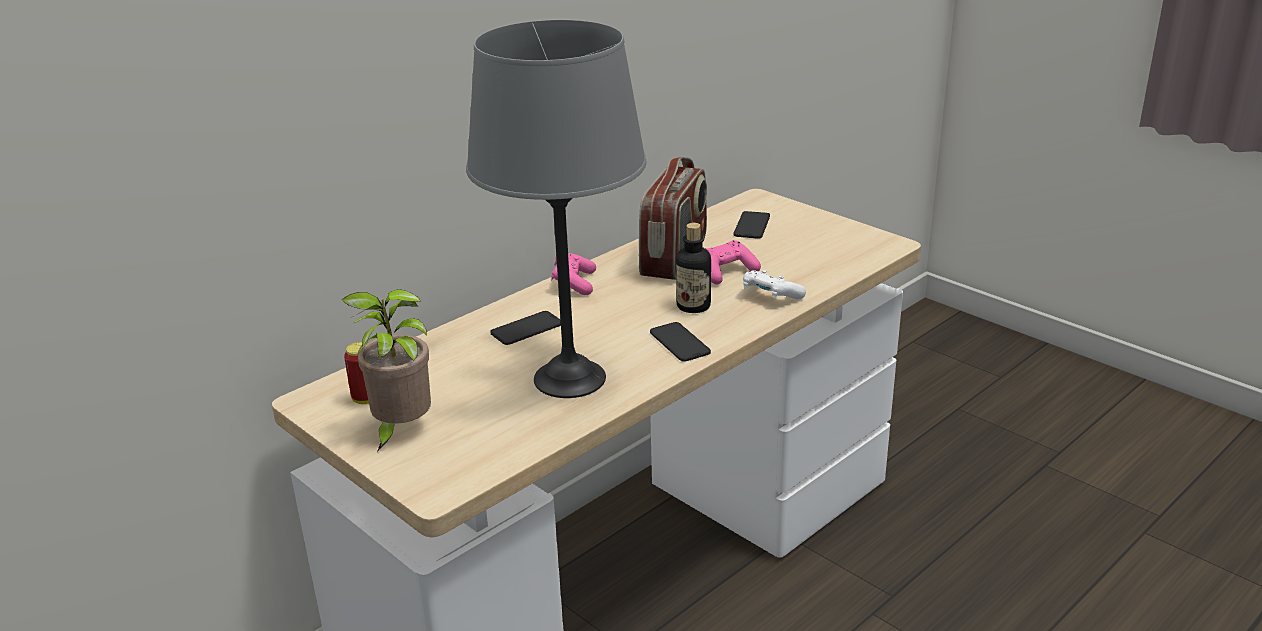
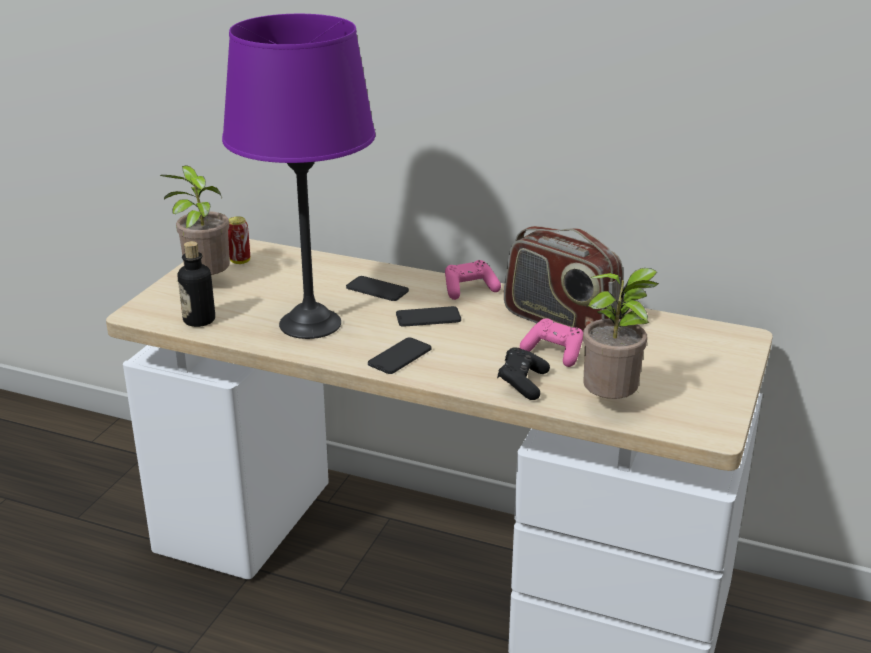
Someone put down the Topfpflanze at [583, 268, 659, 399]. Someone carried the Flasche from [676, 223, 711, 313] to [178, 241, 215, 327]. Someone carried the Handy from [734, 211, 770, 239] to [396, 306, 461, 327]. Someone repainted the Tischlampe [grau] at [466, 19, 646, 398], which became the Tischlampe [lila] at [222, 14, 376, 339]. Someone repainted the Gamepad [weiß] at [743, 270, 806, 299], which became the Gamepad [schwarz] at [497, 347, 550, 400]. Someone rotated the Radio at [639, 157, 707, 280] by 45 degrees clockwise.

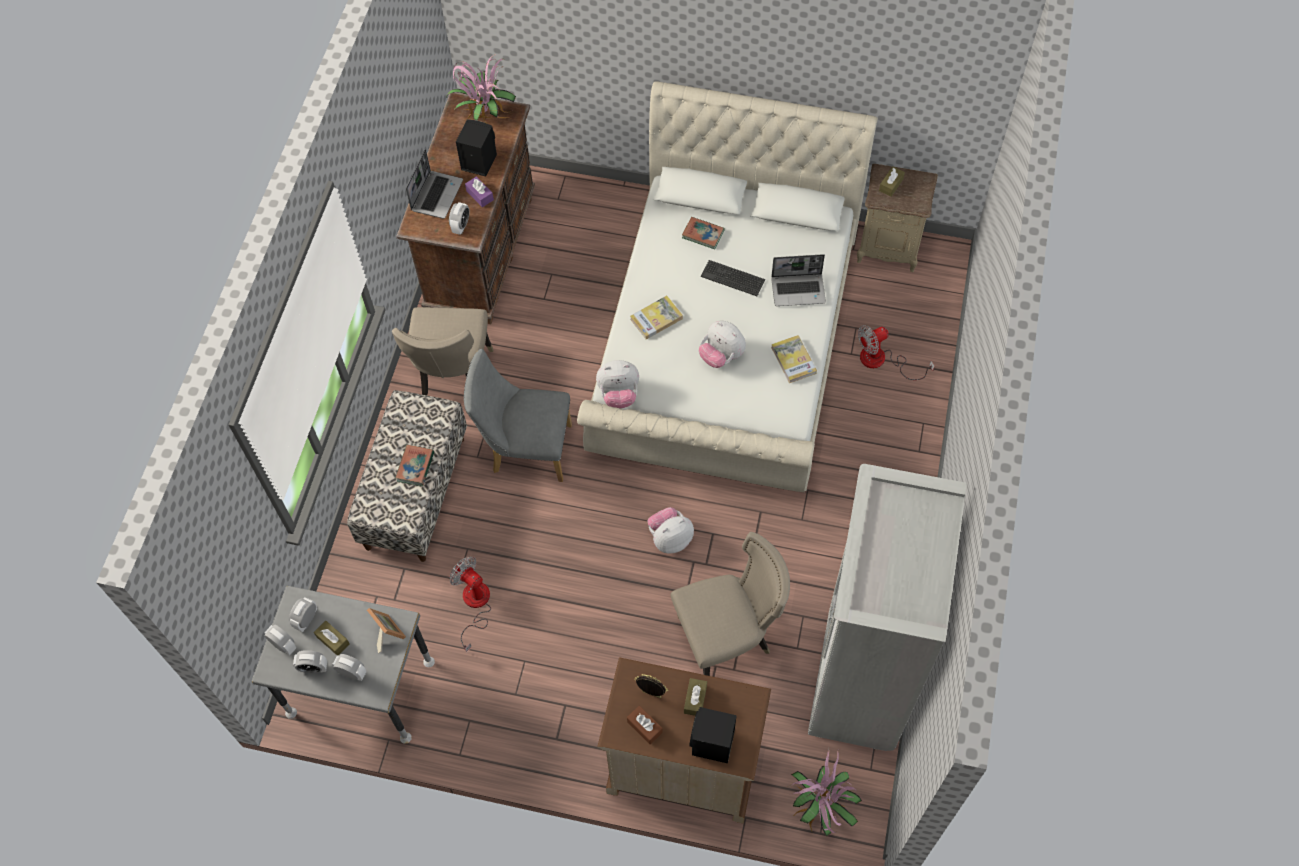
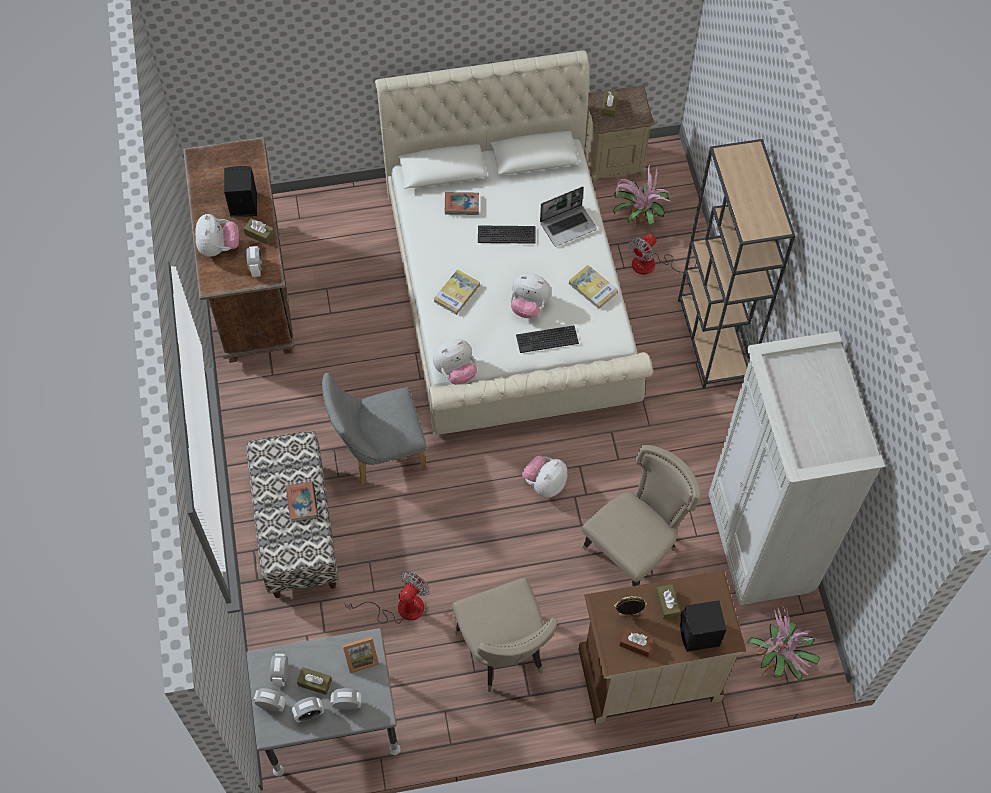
Someone put down the Tastatur at [516, 325, 579, 353]. Someone put down the Bücherregal at [678, 139, 795, 389]. Someone carried the Stuhl [beige] from [392, 307, 493, 395] to [452, 578, 558, 692]. Someone carried the Topfpflanze from [446, 54, 516, 123] to [613, 164, 674, 230]. Someone swapped the Laptop at [406, 149, 463, 219] for the Plüschtier at [195, 214, 239, 257]. Someone repainted the Taschentuchbox [lila] at [465, 176, 494, 207], which became the Taschentuchbox [braun] at [243, 218, 275, 245]. Someone rotated the Bilderrahmen at [367, 608, 406, 653] by 135 degrees clockwise. Someone rotated the Ventilator at [449, 556, 491, 652] by 105 degrees clockwise.

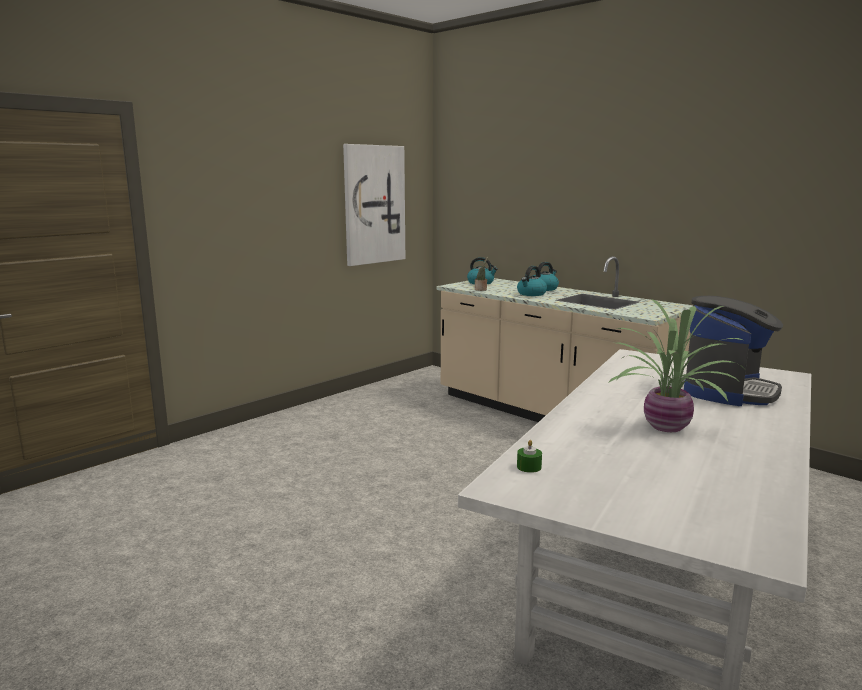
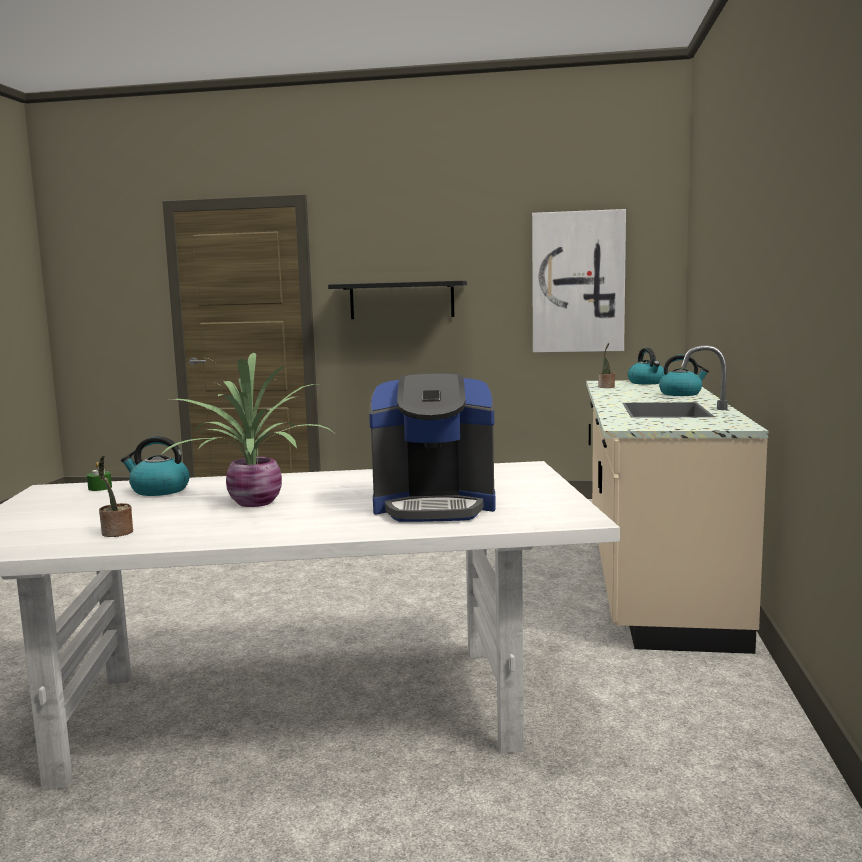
Someone put down the Topfpflanze at [98, 455, 133, 537]. Someone put up the Wandregal [schwarz] at [328, 281, 467, 319]. Someone carried the Wasserkessel from [517, 266, 547, 296] to [121, 436, 190, 496].

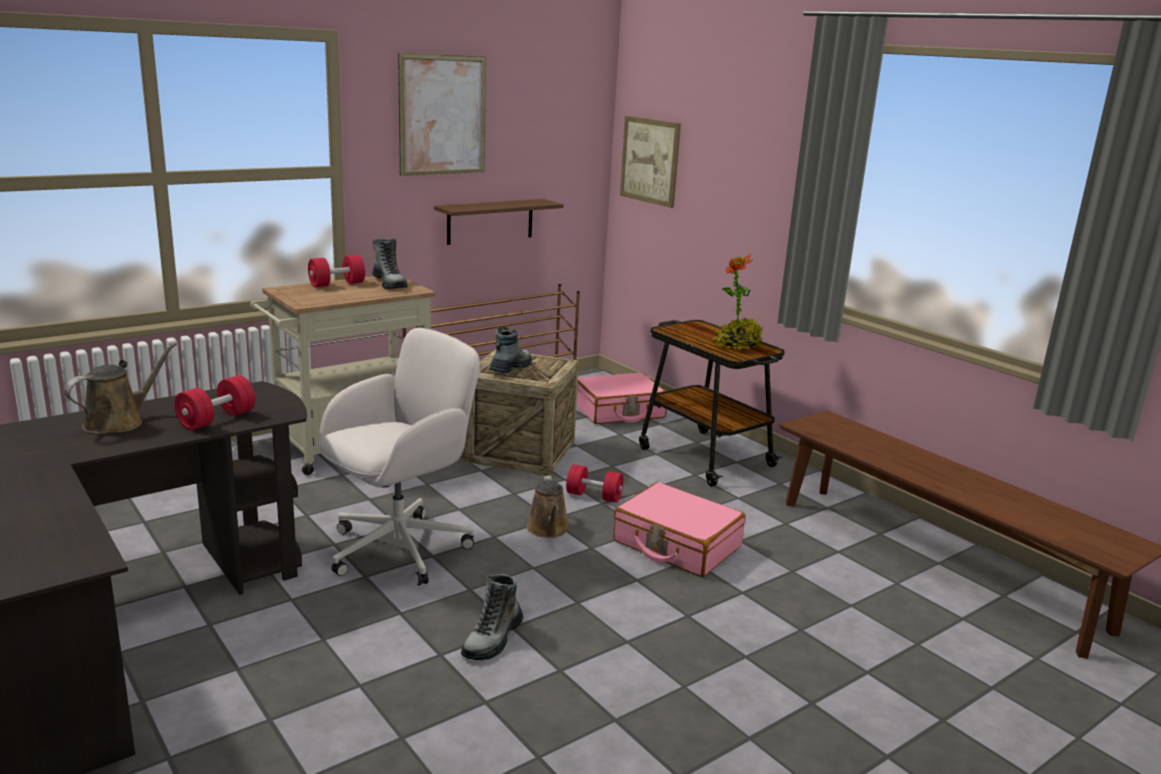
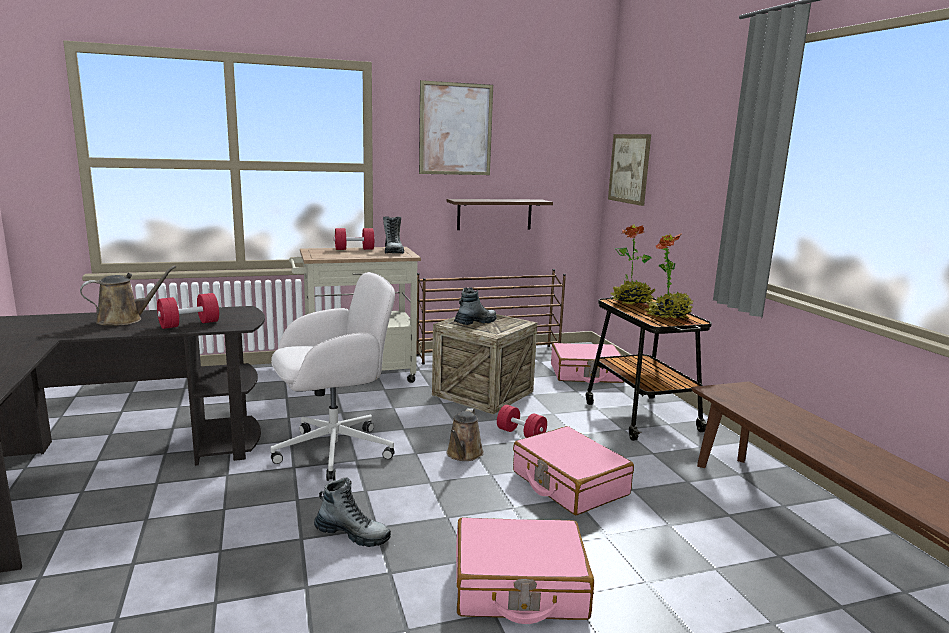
Someone put down the Koffer [rosa] at [456, 517, 594, 624]. Someone put down the Topfpflanze at [611, 224, 655, 305]. Someone rotated the Stiefel at [461, 574, 523, 660] by 120 degrees counterclockwise.

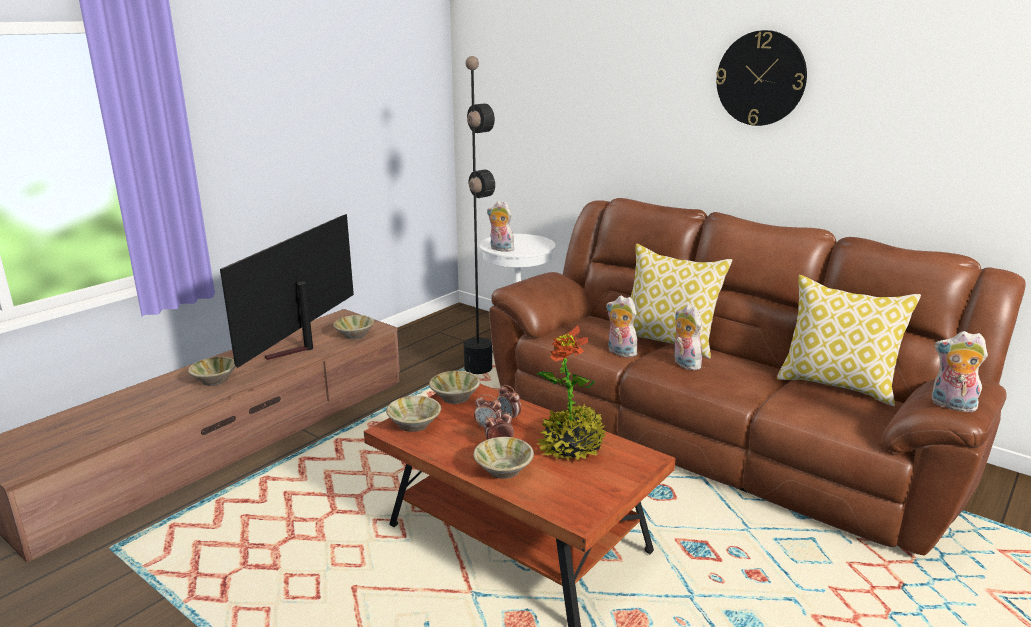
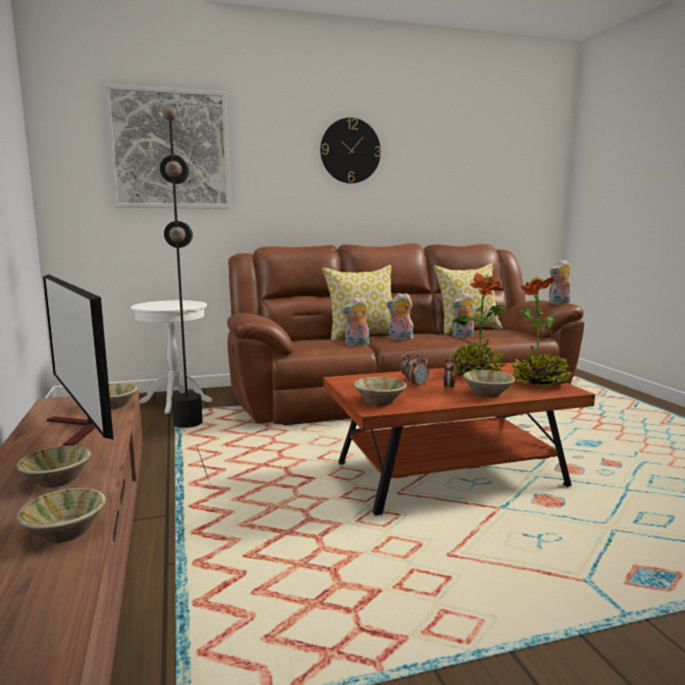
Someone put up the Bild at [104, 84, 231, 209]. Someone put down the Topfpflanze at [512, 276, 574, 388]. Someone carried the Schüssel [beige] from [429, 371, 480, 404] to [16, 488, 106, 543]. Someone carried the Plüschtier from [487, 201, 516, 252] to [452, 292, 474, 338].

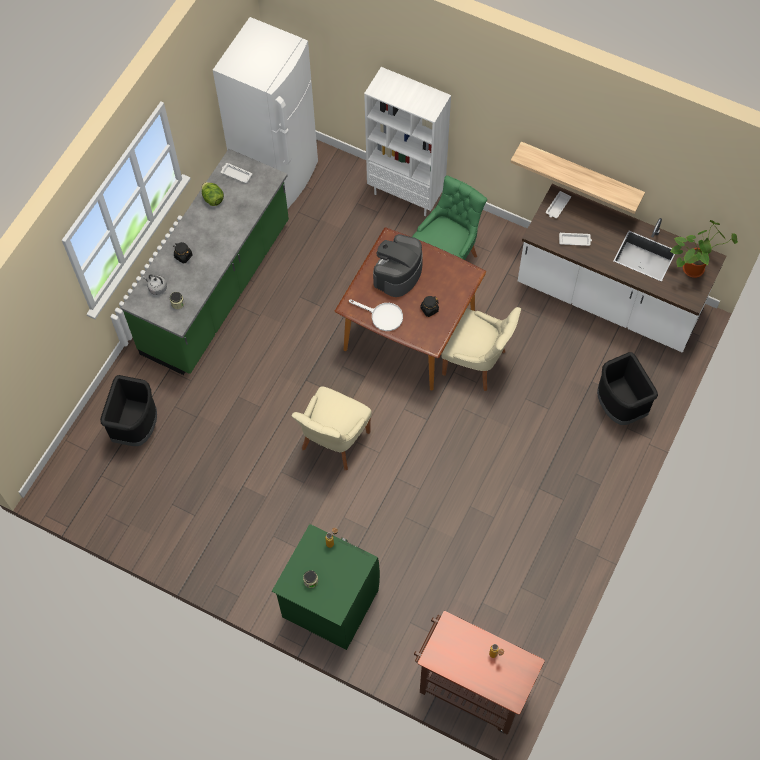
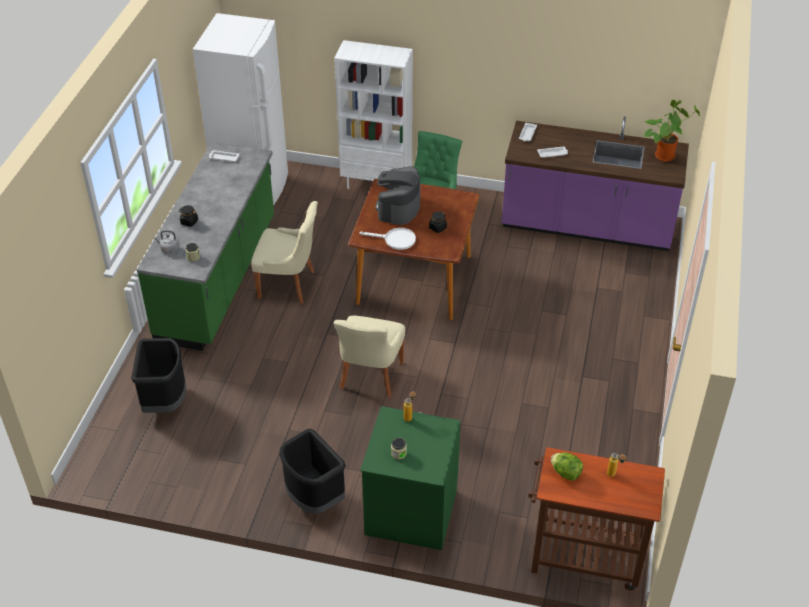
Someone took away the Wandregal at [510, 141, 645, 214]. Someone carried the Salatkopf from [202, 182, 224, 206] to [551, 452, 583, 481]. Someone carried the Stuhl [beige] from [441, 307, 521, 391] to [251, 201, 318, 304]. Someone carried the Mülleimer [schwarz] from [597, 352, 658, 425] to [280, 428, 346, 514]. Someone repainted the Küchenzeile [weiß] at [518, 184, 726, 353], which became the Küchenzeile [lila] at [502, 116, 689, 251].

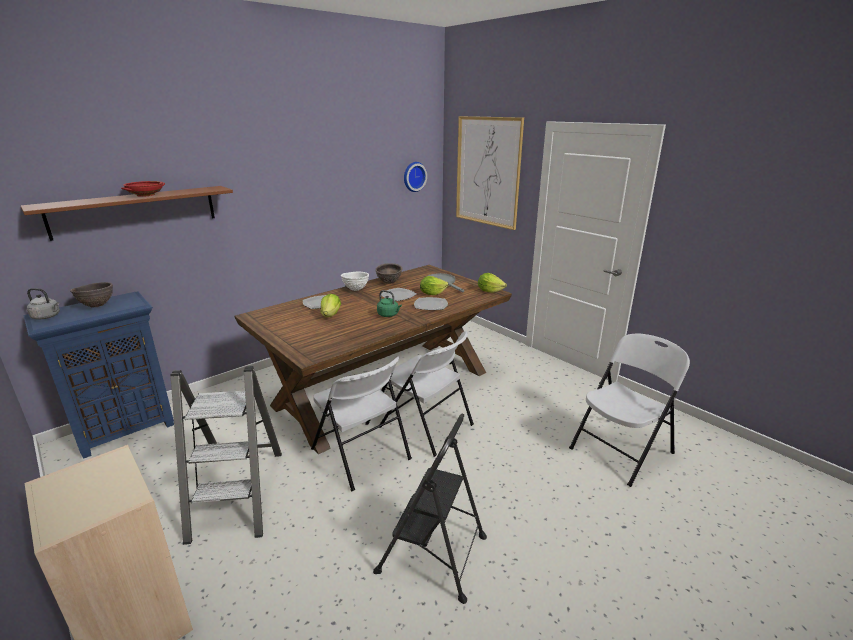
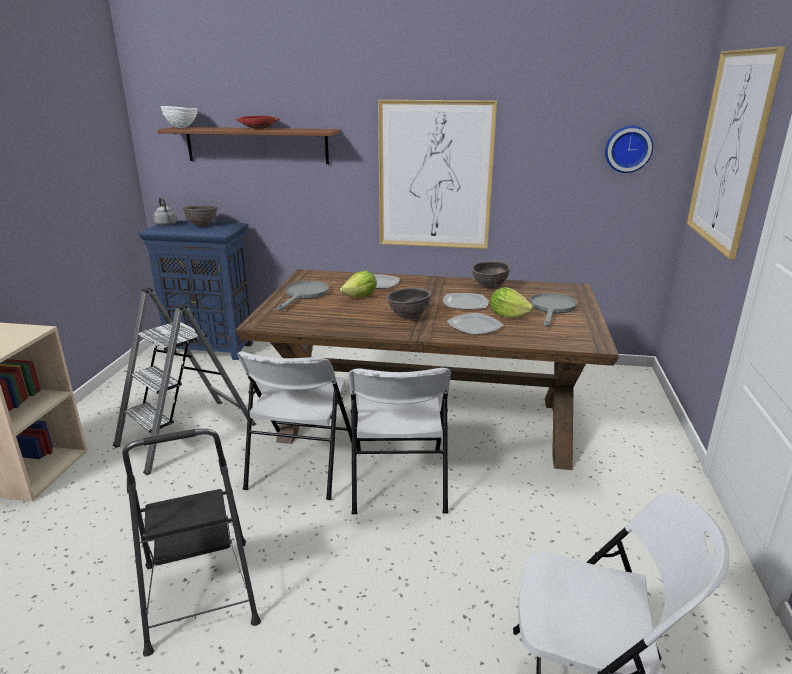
Someone took away the Salatkopf at [478, 273, 507, 293]. Someone put down the Pfanne [grau] at [277, 281, 329, 311]. Someone put up the Bild at [378, 100, 497, 249]. Someone carried the Schüssel [weiß] from [341, 272, 369, 291] to [161, 106, 198, 128]. Someone swapped the Wasserkessel [grün] at [377, 290, 402, 317] for the Schüssel [braun] at [387, 288, 431, 320].

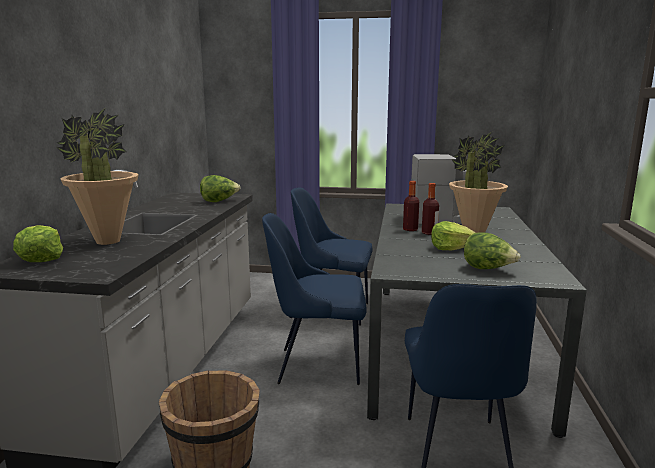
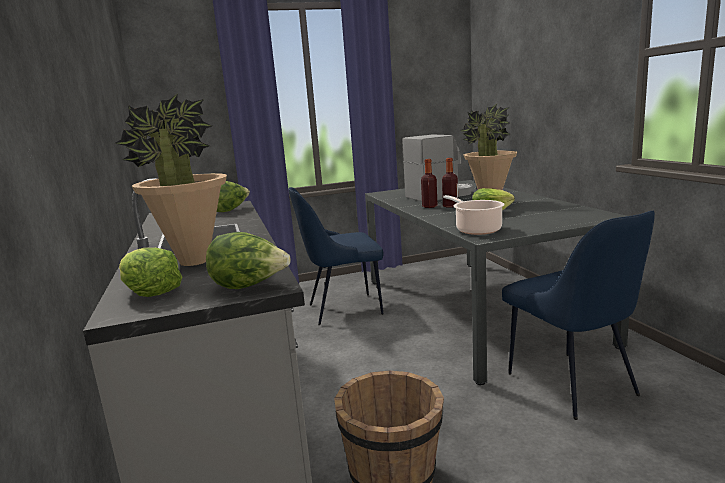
Someone took away the Stuhl [blau] at [262, 213, 367, 385]. Someone put down the Kochtopf at [443, 195, 505, 235]. Someone carried the Salatkopf from [464, 232, 521, 269] to [206, 232, 291, 289].

